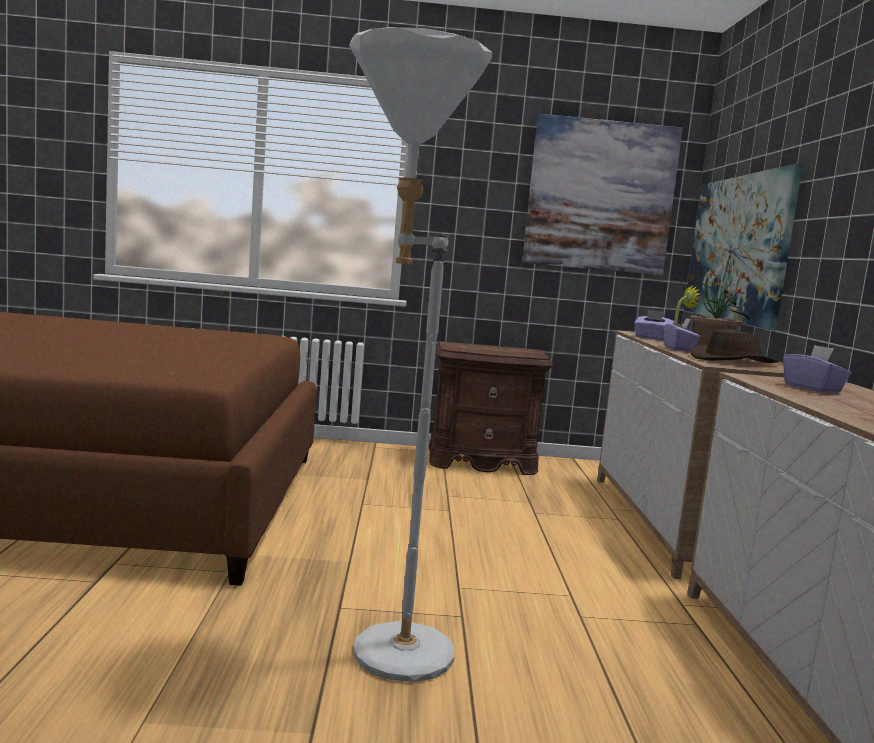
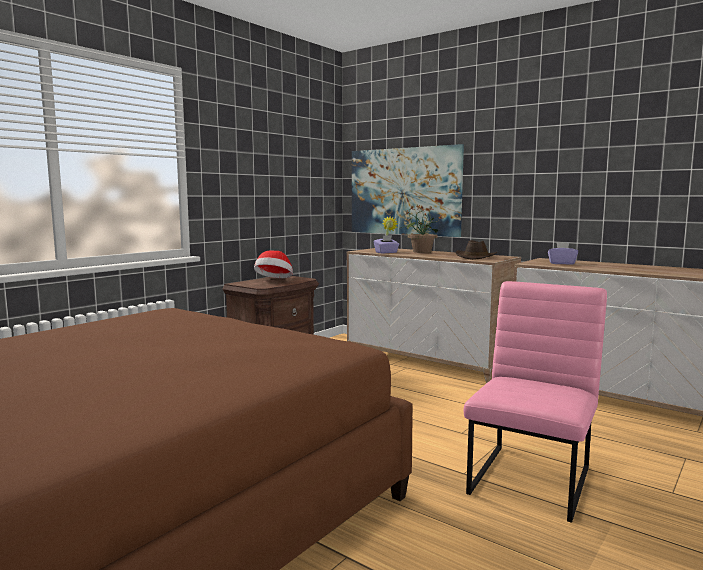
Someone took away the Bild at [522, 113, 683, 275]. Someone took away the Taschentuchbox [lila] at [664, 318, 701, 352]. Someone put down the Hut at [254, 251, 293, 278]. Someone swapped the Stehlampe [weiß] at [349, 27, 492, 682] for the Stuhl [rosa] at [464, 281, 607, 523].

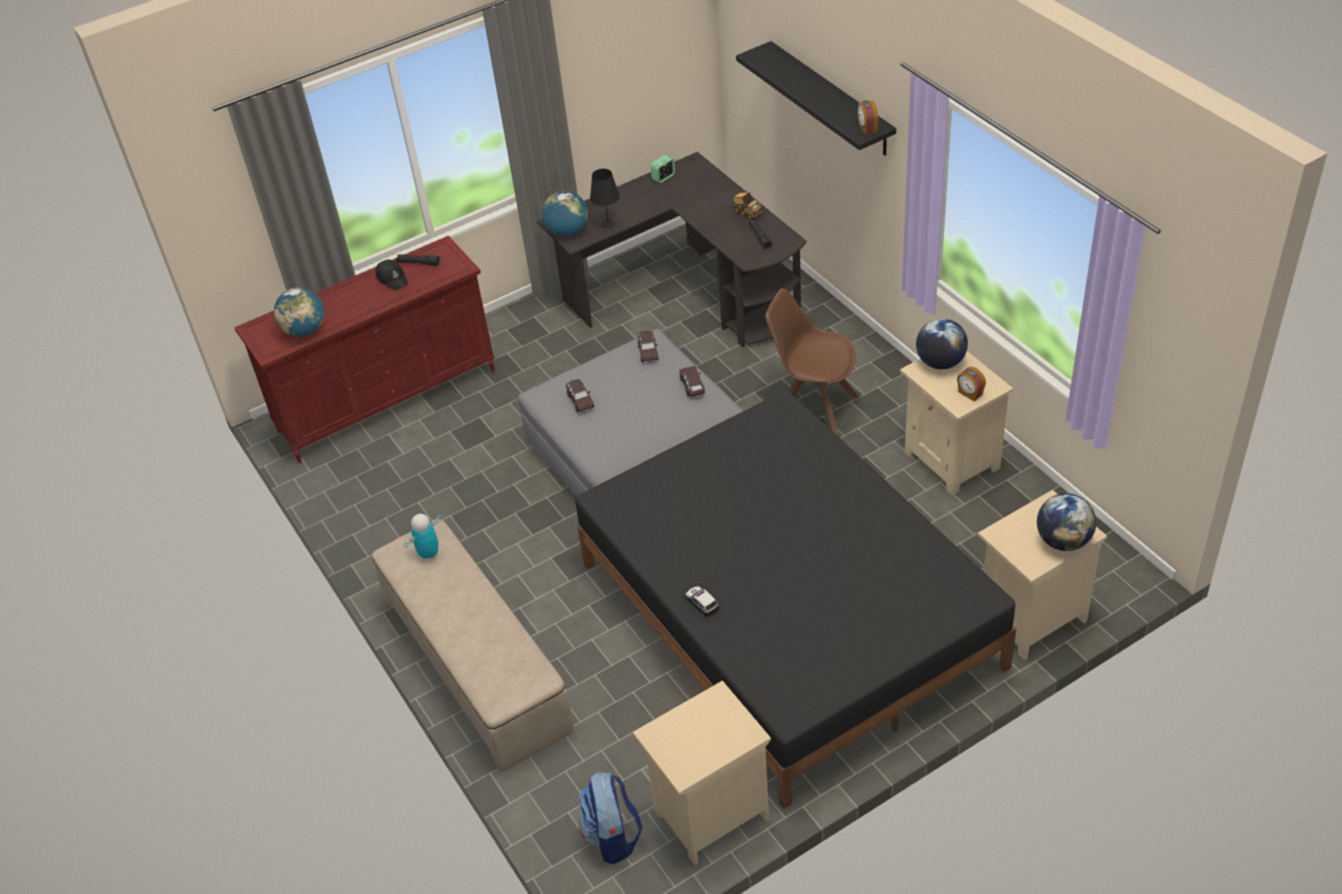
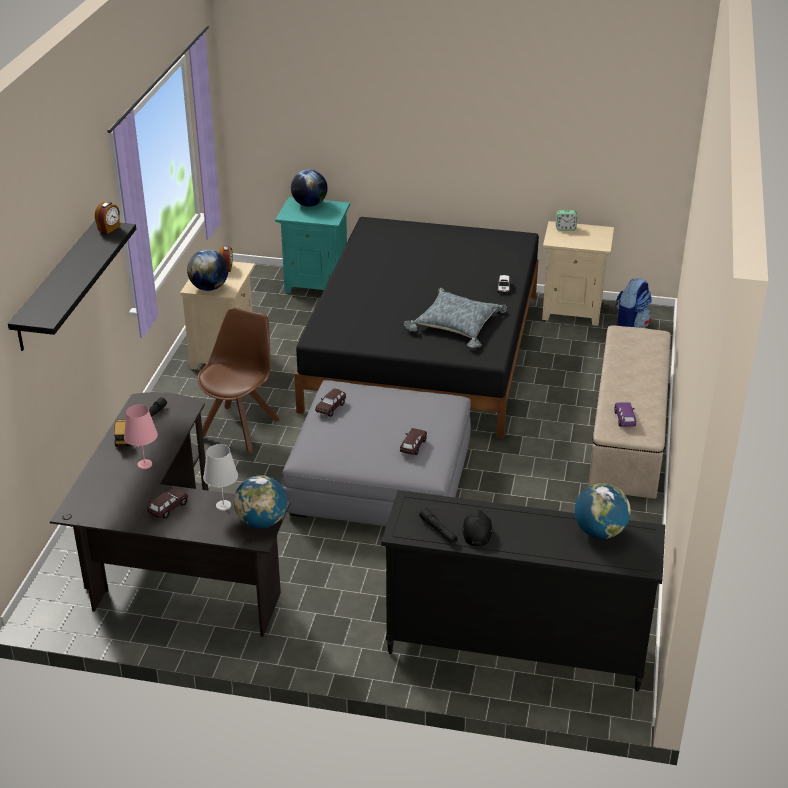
Someone put down the Tischlampe [rosa] at [124, 405, 158, 469]. Someone put down the Kissen at [404, 288, 507, 348]. Someone carried the Spielzeugauto [braun] from [638, 331, 659, 362] to [147, 488, 188, 519]. Someone carried the Wecker from [651, 154, 675, 183] to [556, 210, 577, 231]. Someone swapped the Spielzeugroboter at [404, 514, 442, 561] for the Spielzeugauto [lila] at [614, 402, 636, 427]. Someone repainted the Kommode [rot] at [234, 236, 495, 463], which became the Kommode [schwarz] at [381, 490, 665, 691]. Someone repainted the Tischlampe [schwarz] at [590, 169, 620, 228], which became the Tischlampe [weiß] at [203, 444, 238, 511]. Someone repainted the Nachttisch [beige] at [978, 490, 1107, 660], which became the Nachttisch [türkis] at [275, 197, 350, 293]. Someone rotated the Stuhl [braun] at [765, 288, 860, 437] by 135 degrees counterclockwise.

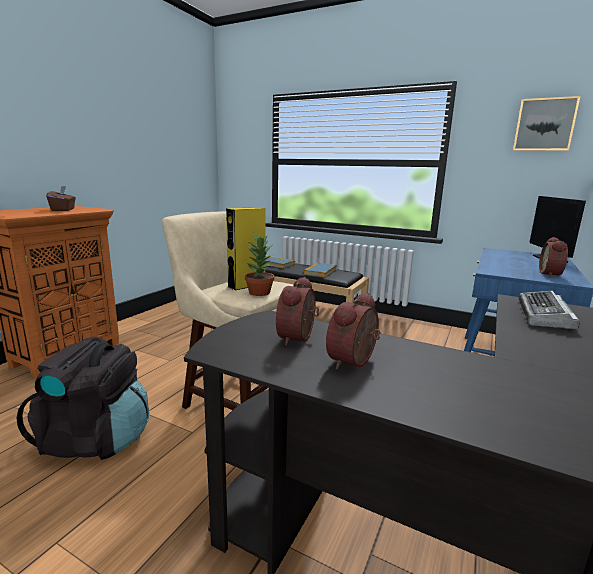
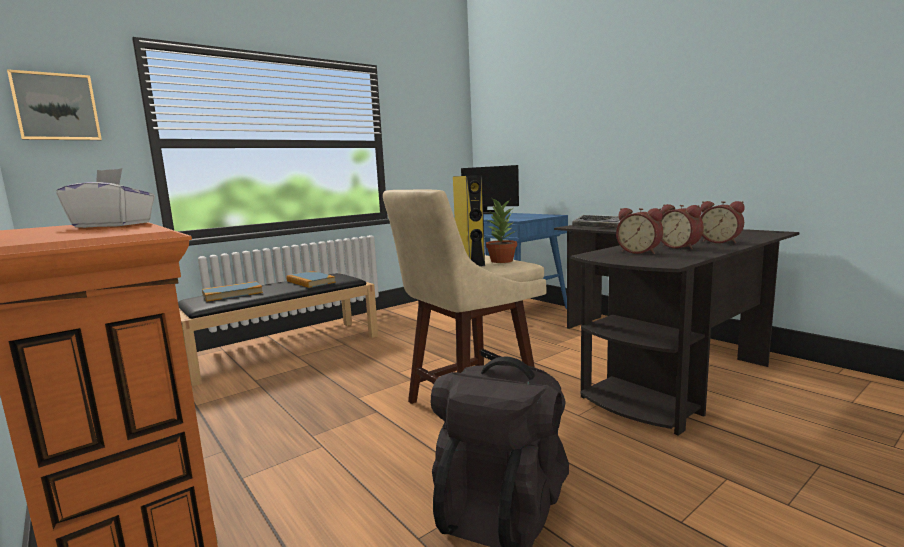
Someone carried the Bild from [513, 96, 581, 151] to [7, 69, 102, 140]. Someone carried the Wecker from [539, 237, 568, 277] to [701, 201, 745, 244]. Someone repainted the Taschentuchbox [braun] at [46, 186, 76, 211], which became the Taschentuchbox [weiß] at [56, 168, 155, 228].

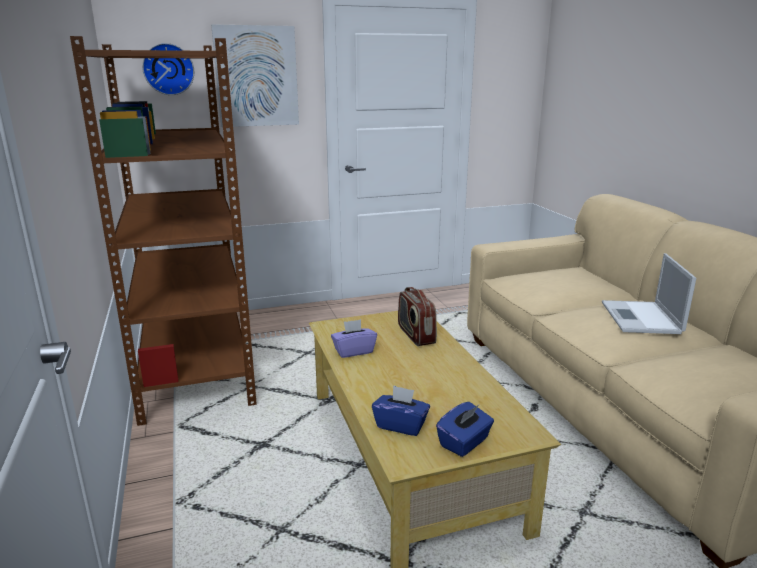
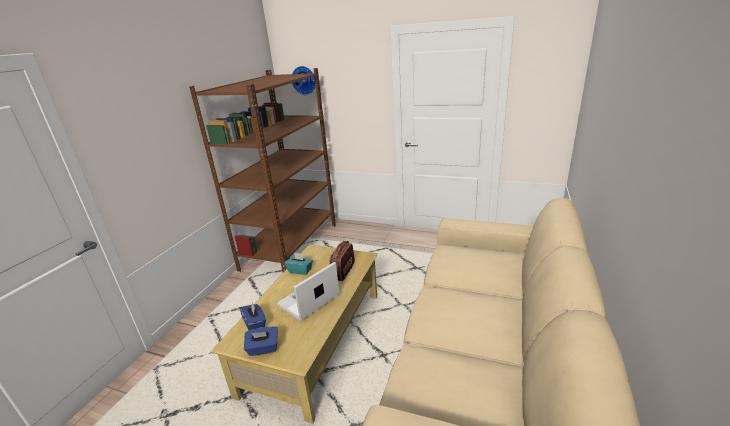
Someone took away the Bild at [211, 24, 299, 127]. Someone carried the Laptop from [602, 253, 696, 334] to [276, 262, 340, 321]. Someone repainted the Taschentuchbox [lila] at [331, 319, 377, 358], which became the Taschentuchbox [türkis] at [285, 252, 313, 275].

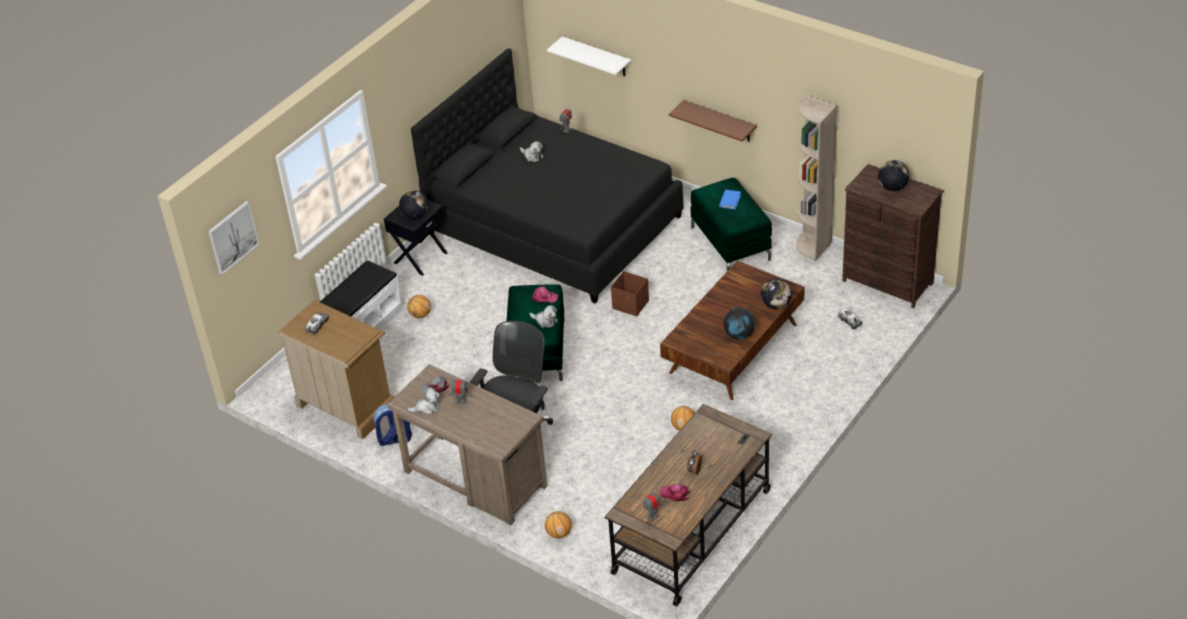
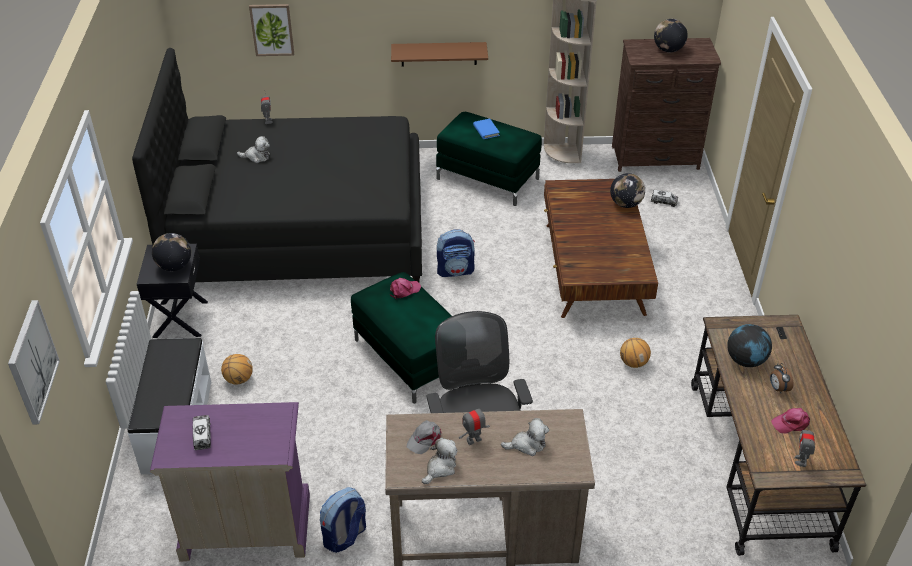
Someone took away the Basketball at [545, 511, 572, 538]. Someone carried the Plüschtier from [529, 305, 558, 328] to [501, 418, 549, 456]. Someone carried the Globus from [724, 308, 755, 340] to [727, 324, 772, 367]. Someone swapped the Wandregal [weiß] at [547, 36, 631, 76] for the Bild at [249, 4, 294, 56]. Someone swapped the Aufbewahrungsbox [braun] at [611, 271, 649, 316] for the Rucksack at [437, 229, 475, 277]. Someone repainted the Kommode [braun] at [277, 300, 395, 439], which became the Kommode [lila] at [150, 402, 310, 561].

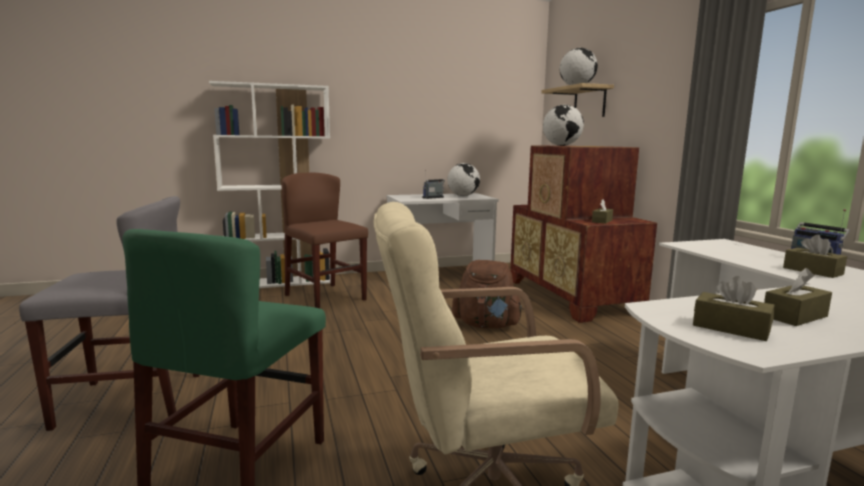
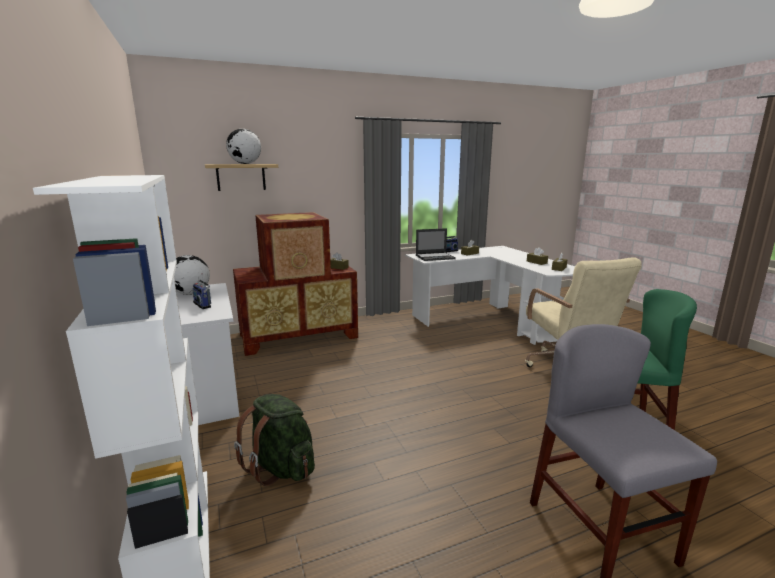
Someone took away the Rucksack [braun] at [452, 260, 523, 328]. Someone took away the Globus at [543, 105, 584, 146]. Someone put down the Laptop at [416, 228, 456, 261]. Someone swapped the Stuhl [braun] at [282, 173, 368, 308] for the Rucksack [grün] at [234, 394, 315, 486].

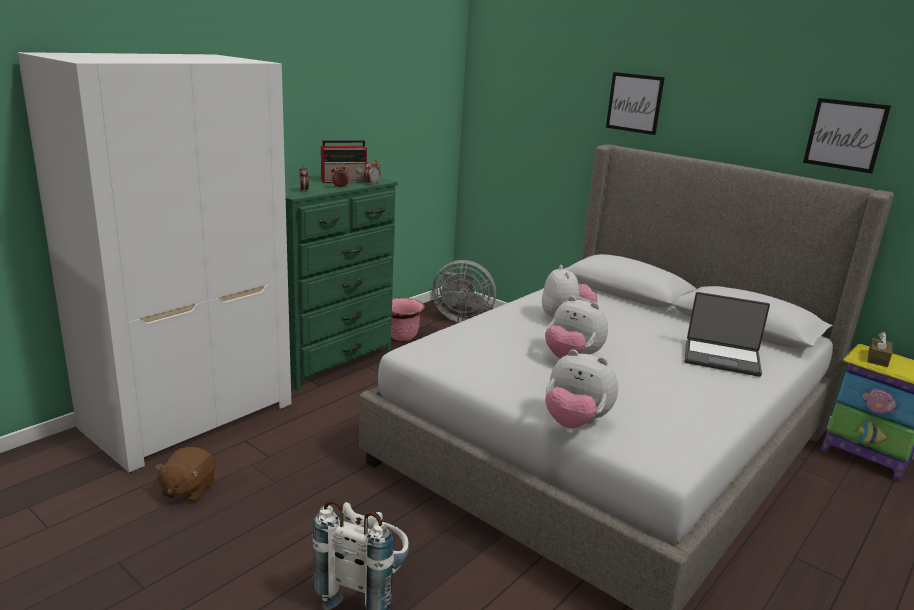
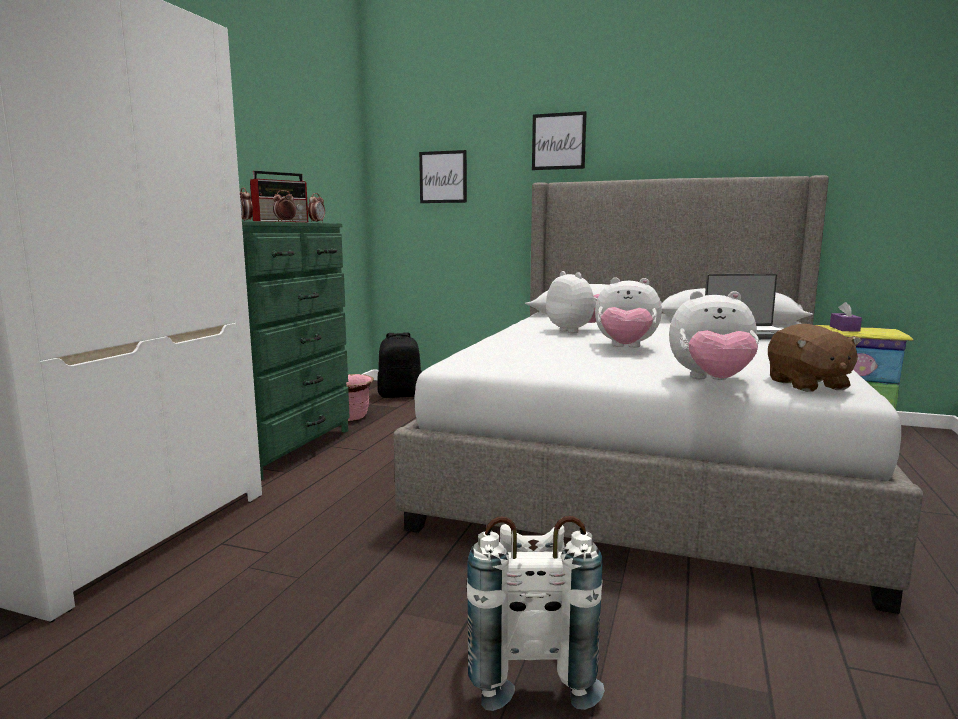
Someone carried the Plüschtier [braun] from [155, 447, 216, 503] to [768, 324, 862, 392]. Someone carried the Bild from [803, 98, 891, 174] to [419, 150, 467, 203]. Someone swapped the Ventilator [grau] at [432, 260, 496, 322] for the Rucksack [schwarz] at [377, 332, 422, 398]. Someone repainted the Taschentuchbox [braun] at [867, 332, 892, 367], which became the Taschentuchbox [lila] at [830, 302, 862, 332].

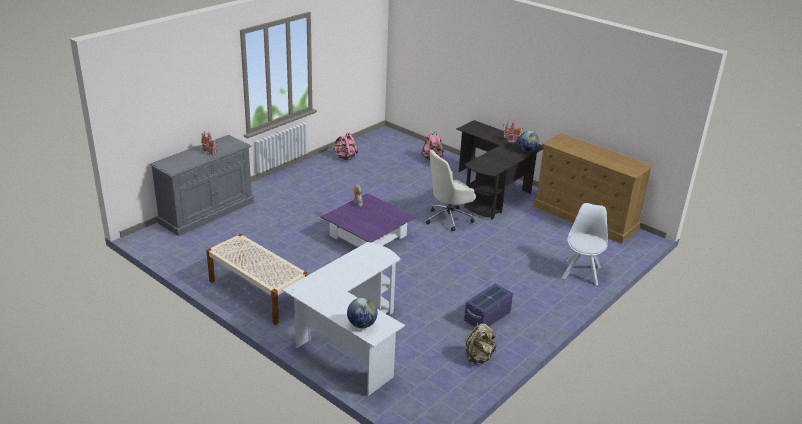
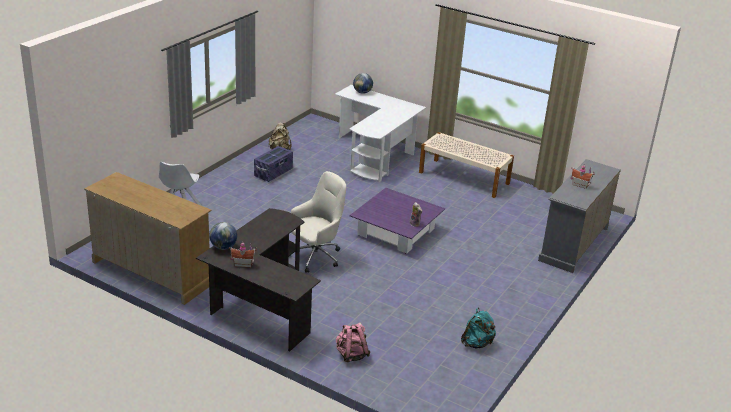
Someone repainted the Rucksack [rosa] at [333, 132, 358, 161], which became the Rucksack [türkis] at [461, 307, 496, 348].

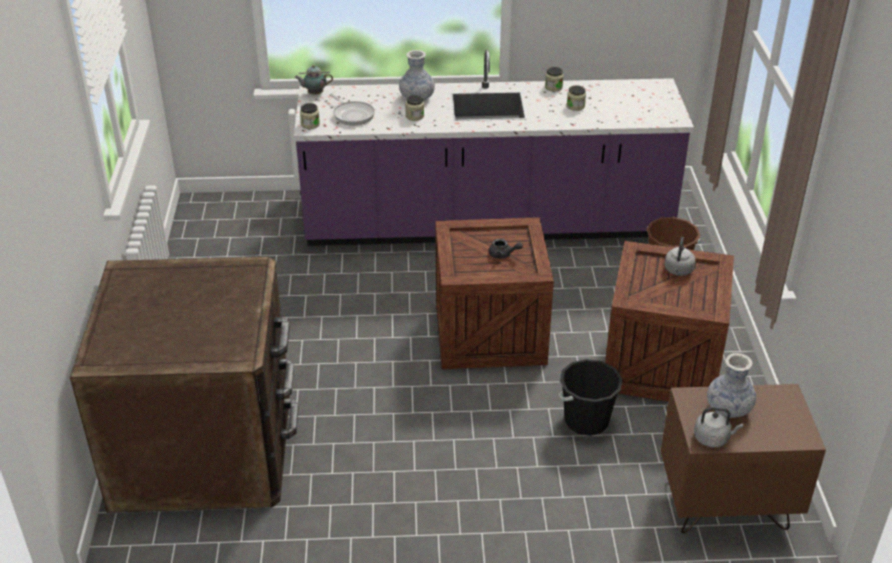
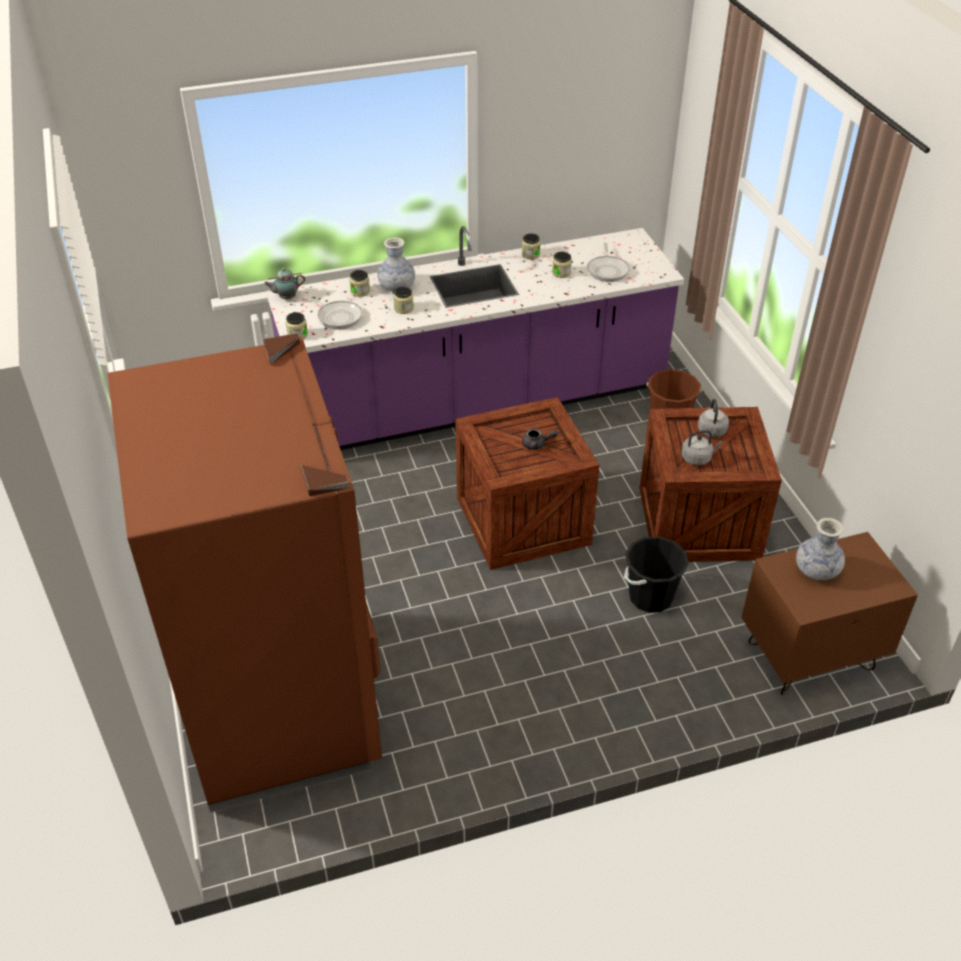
Someone put down the Vorratsglas at [350, 270, 370, 297]. Someone put down the Pfanne at [587, 243, 630, 282]. Someone carried the Wasserkessel [grau] from [694, 407, 743, 447] to [681, 430, 723, 465]. Someone swapped the Kommode [braun] at [70, 257, 298, 513] for the Kühlschrank [braun] at [107, 333, 382, 812].

